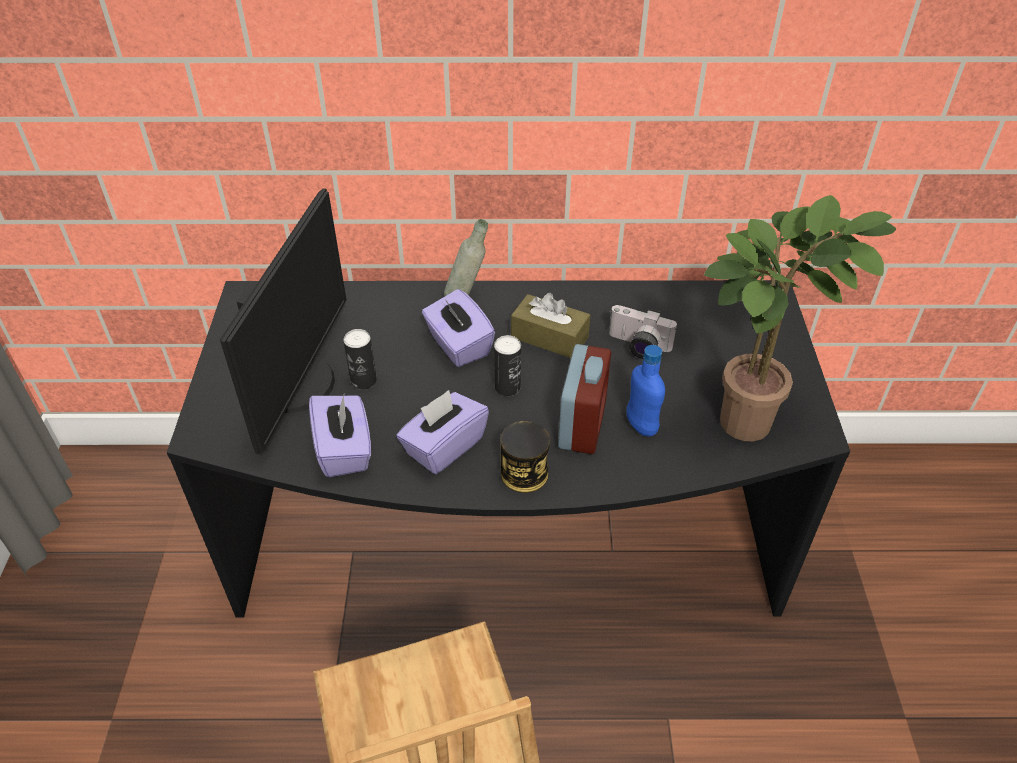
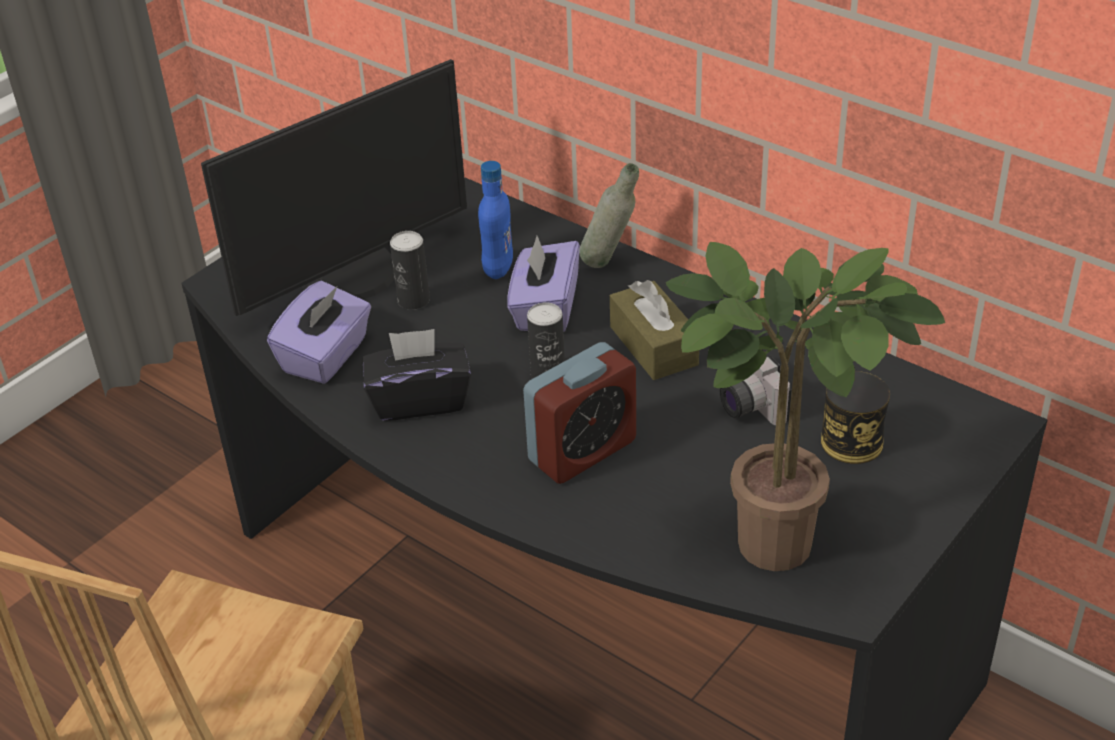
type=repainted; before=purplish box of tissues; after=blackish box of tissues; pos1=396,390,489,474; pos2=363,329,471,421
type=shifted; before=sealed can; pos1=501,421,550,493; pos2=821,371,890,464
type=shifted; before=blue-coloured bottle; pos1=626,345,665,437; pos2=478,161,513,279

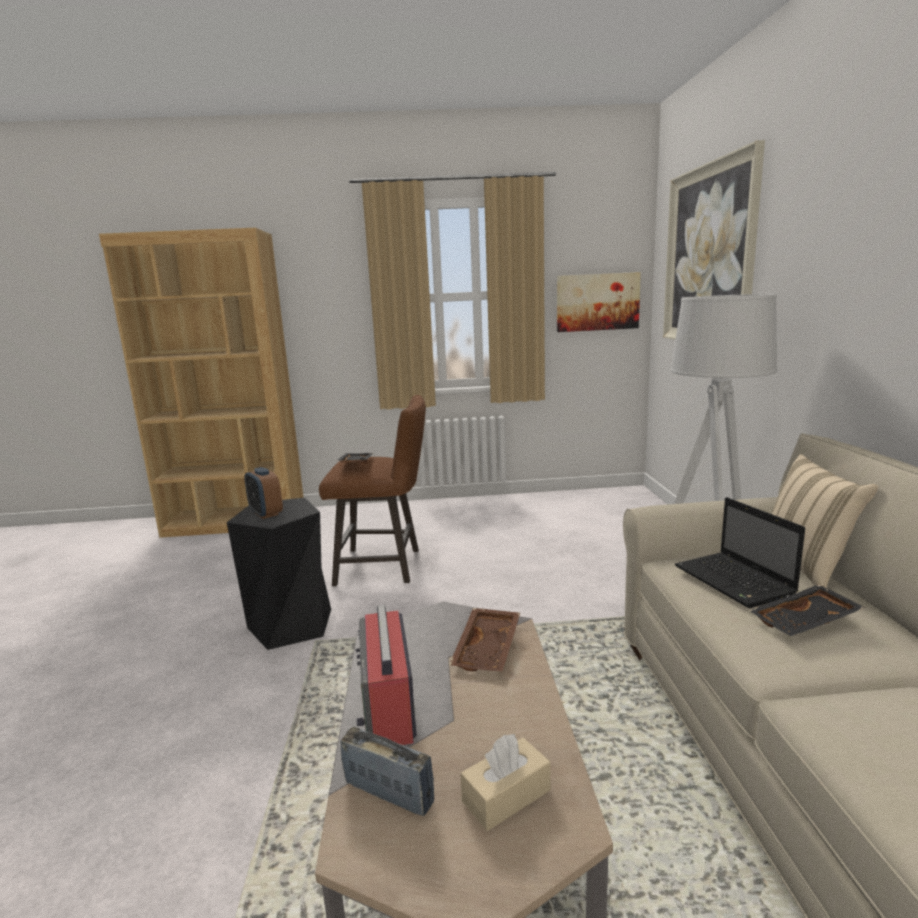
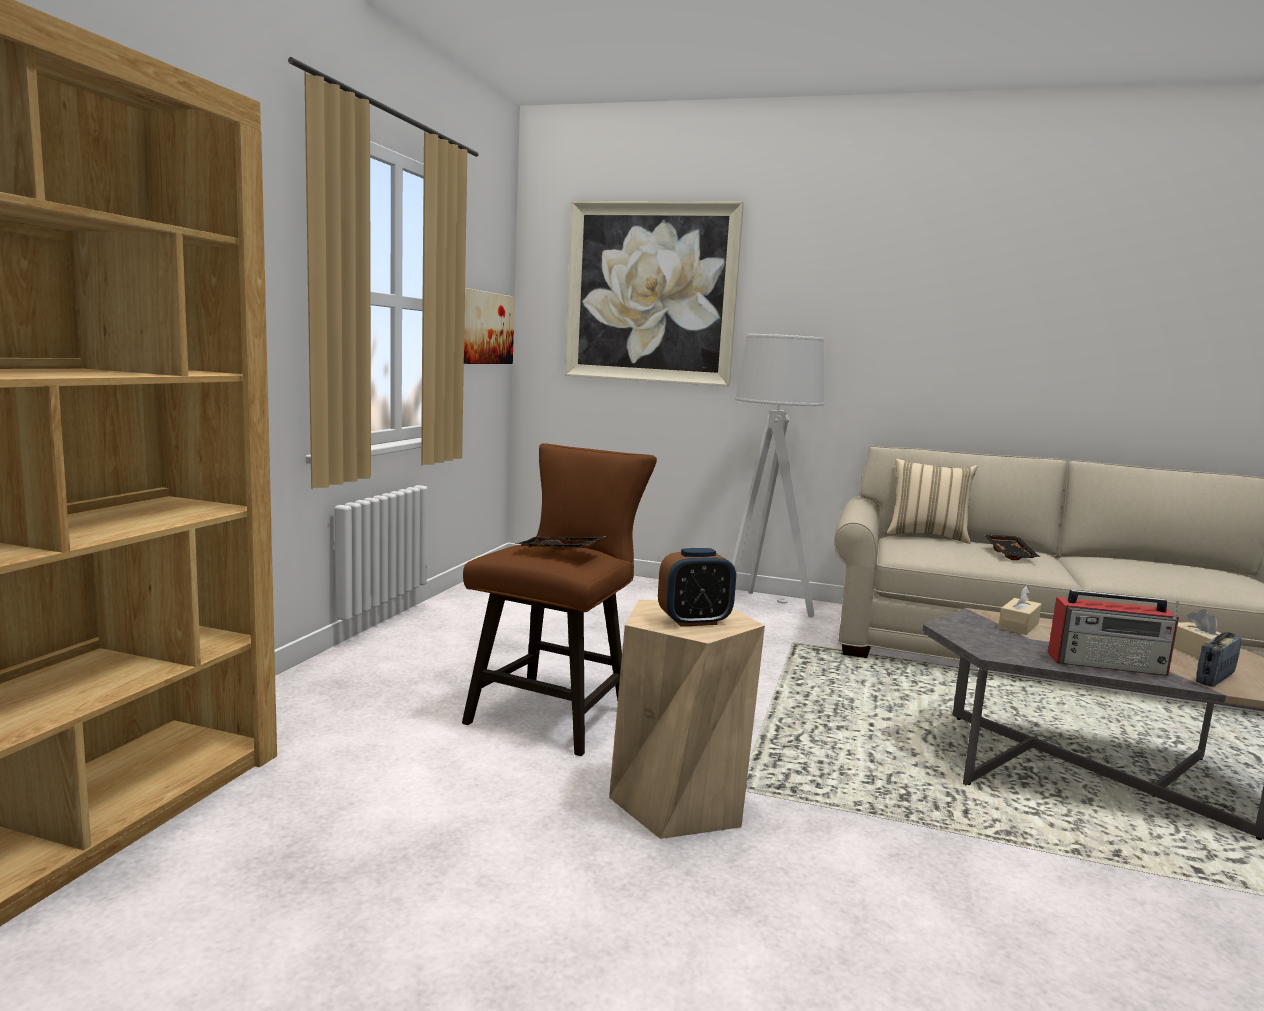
type=repainted; before=blackish stool; after=beige-coloured stool; pos1=227,498,331,650; pos2=609,600,765,839
type=swapped; before=brownish serving tray; after=beige-coloured box of tissues; pos1=449,608,520,672; pos2=998,586,1042,635
type=gone; before=notebook computer; pos1=675,497,805,608

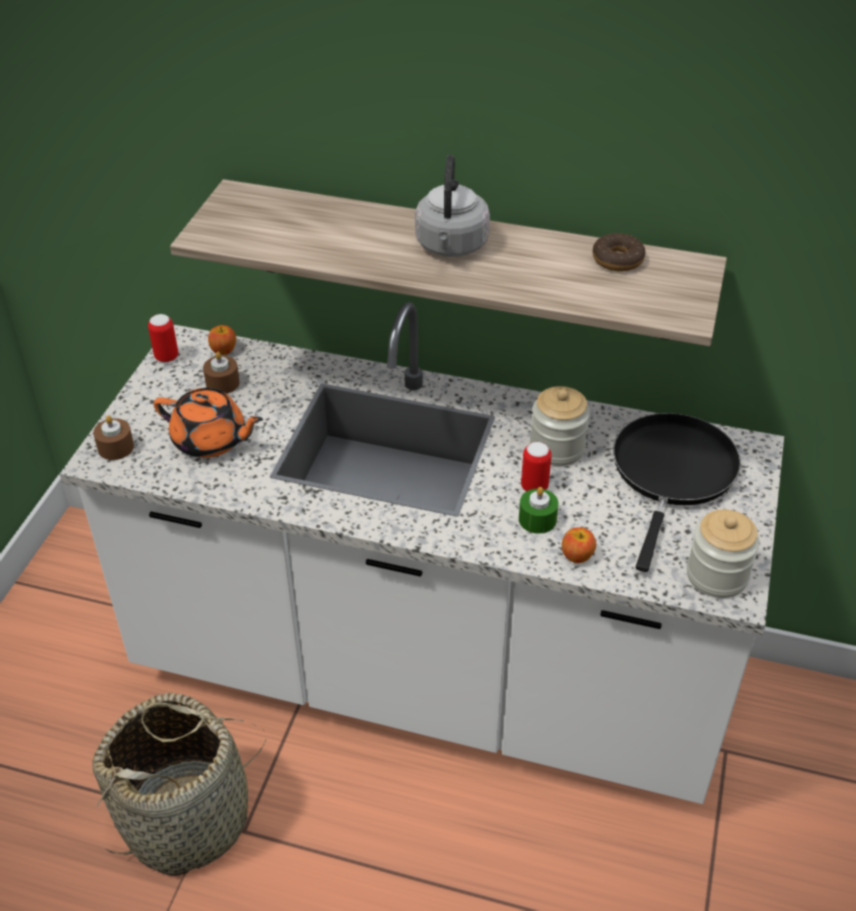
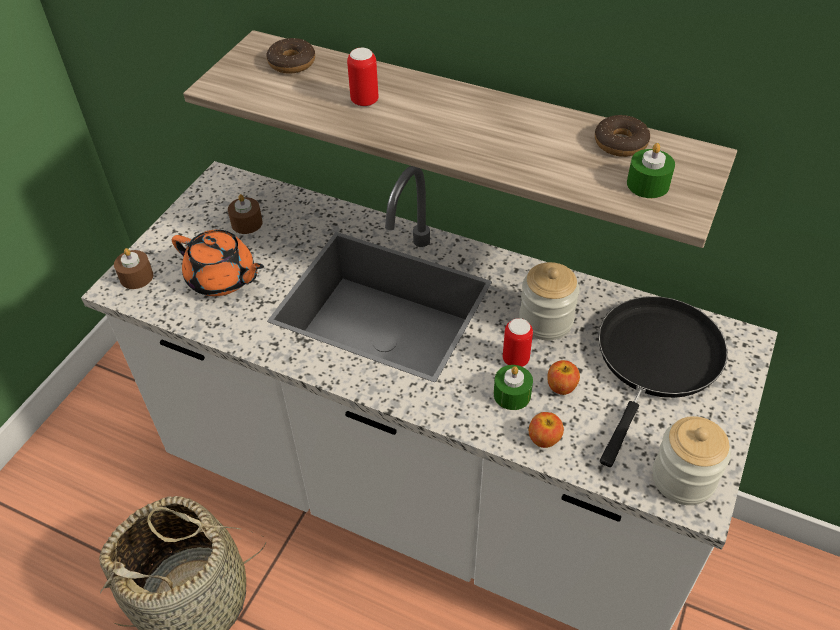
type=shifted; before=sealed can; pos1=148,314,178,362; pos2=347,48,379,107
type=shifted; before=whole apple; pos1=208,325,236,355; pos2=547,360,580,395
type=gone; before=gray tea kettle; pos1=415,155,490,257
type=new; after=doughnut; pos2=266,38,315,74
type=new; after=green-coloured wax candle; pos2=627,143,675,198

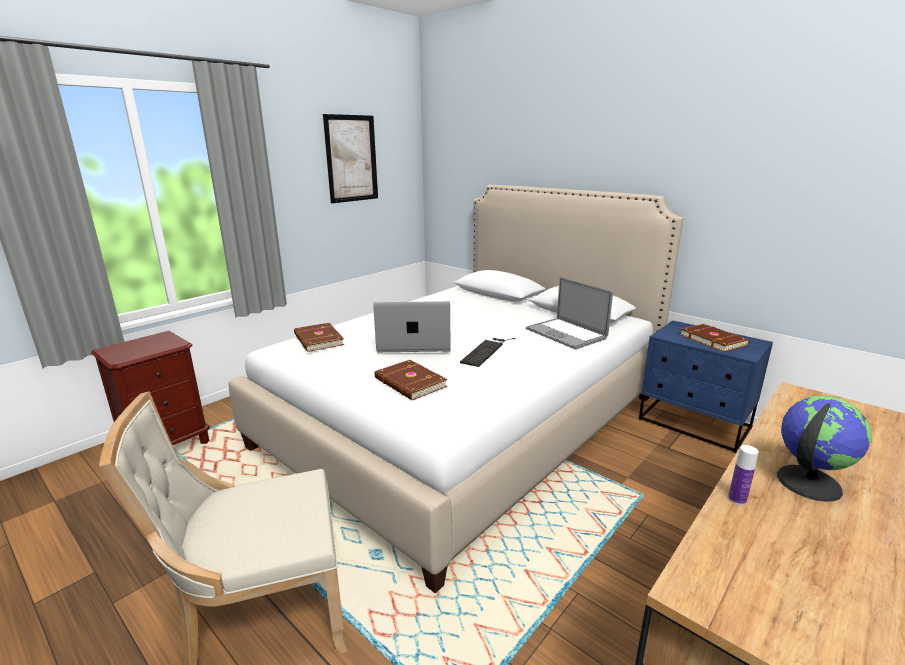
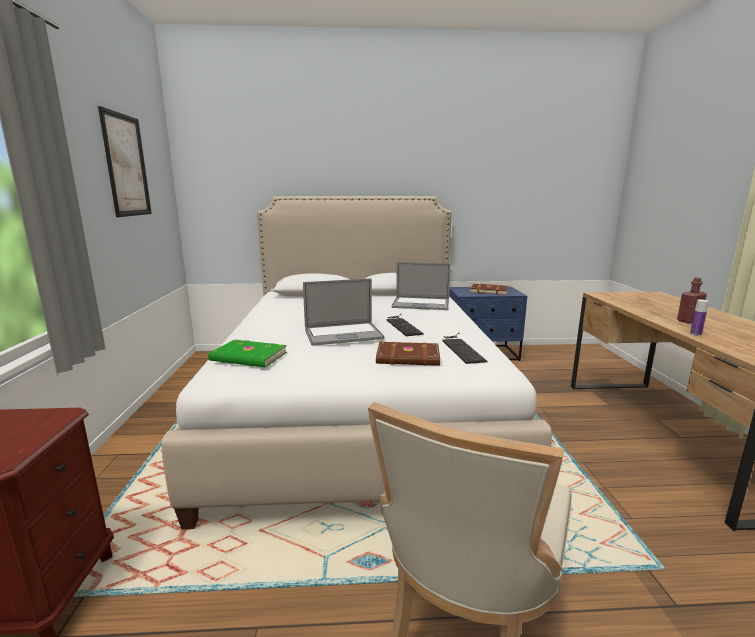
type=repainted; before=brownish volume; after=green-coloured volume; pos1=294,323,344,352; pos2=208,340,287,368
type=rotated; before=notebook computer; pos1=373,301,451,352; pos2=303,278,385,346; turn=-150
type=swapped; before=desk globe; after=red-coloured bottle; pos1=777,396,872,502; pos2=677,278,707,323
type=new; after=PC keyboard; pos2=442,333,488,364

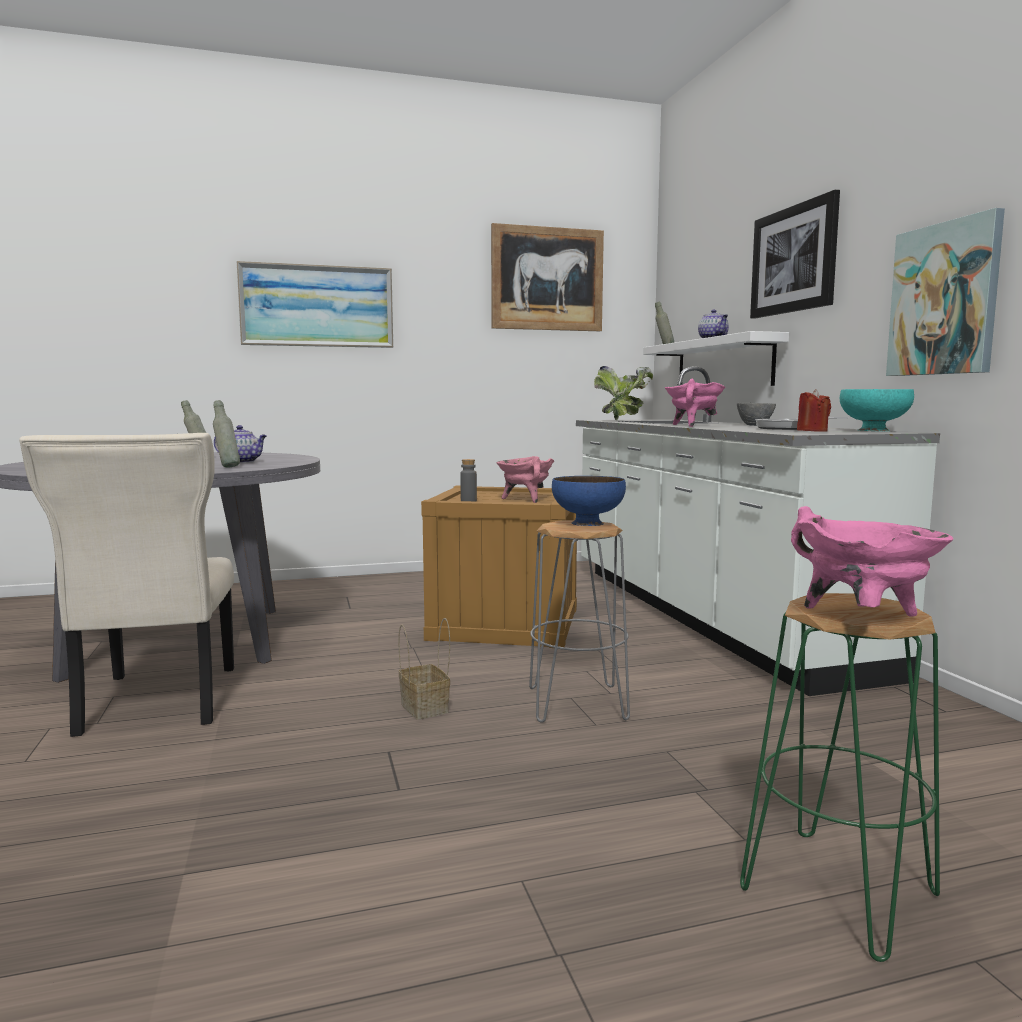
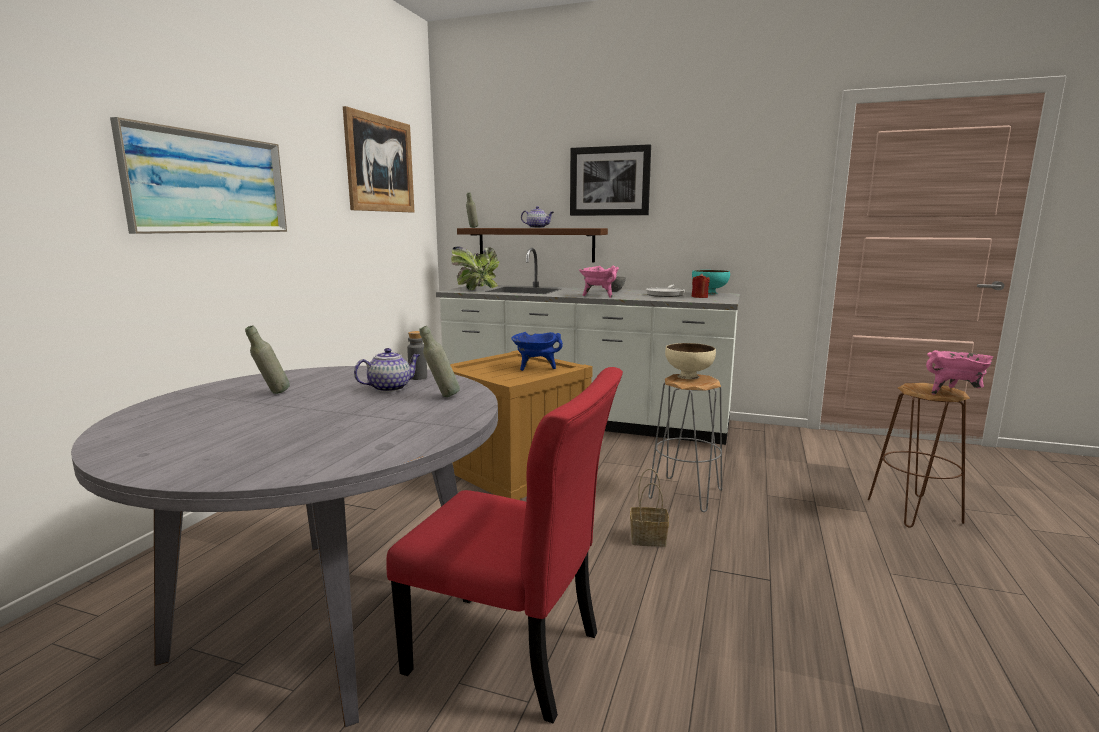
type=repainted; before=beige-coloured upright chair; after=red-coloured upright chair; pos1=19,433,234,737; pos2=386,367,623,724
type=shifted; before=gray bottle; pos1=460,459,477,501; pos2=407,331,427,380
type=repainted; before=pink cooking pot; after=blue-coloured cooking pot; pos1=496,456,554,503; pos2=511,332,563,371
type=repainted; before=blue-coloured serving bowl; after=beige-coloured serving bowl; pos1=552,476,626,526; pos2=665,343,716,379
type=repainted; before=white shelf; after=brownish shelf; pos1=643,331,789,386; pos2=457,228,608,263
type=repainted; before=green-coloured stool; after=brownish stool; pos1=740,593,940,962; pos2=868,383,970,528
type=gone; before=wall art; pos1=886,208,1005,376

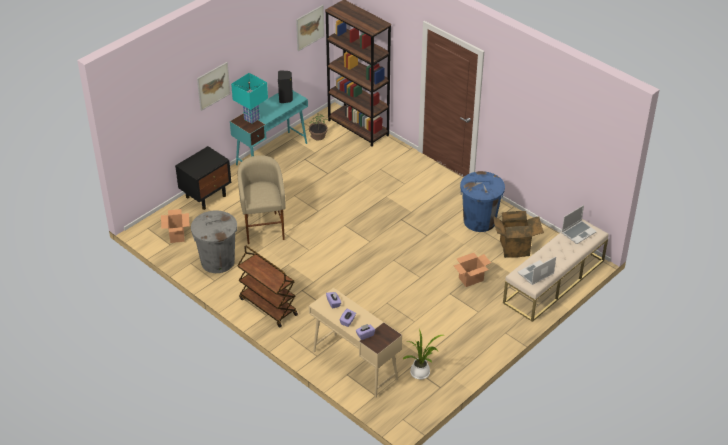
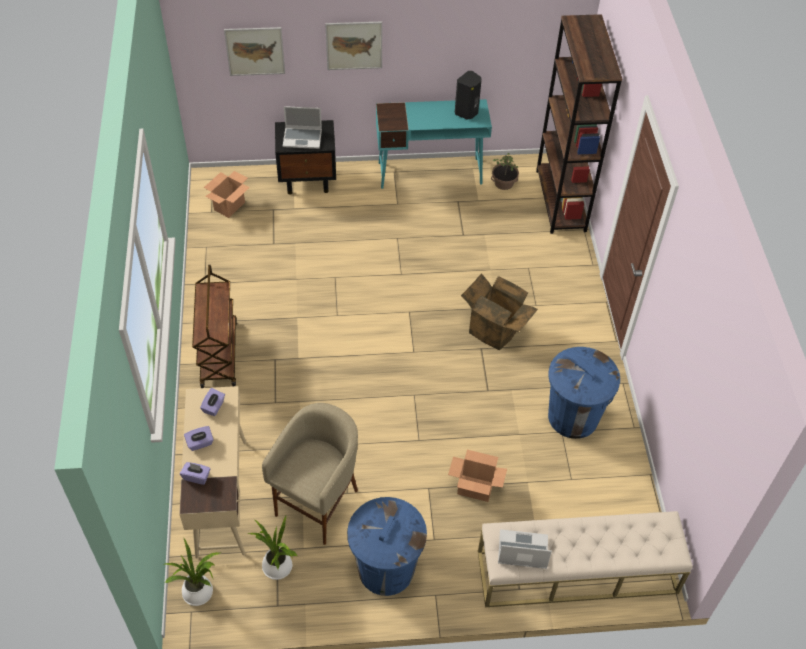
type=gone; before=gray waste bin; pos1=191,210,237,273
type=gone; before=blue-green lamp for a table; pos1=231,73,268,124
type=shifted; before=beige-coloured stool; pos1=238,155,285,244; pos2=262,403,358,545
type=shifted; before=wall art; pos1=296,5,325,51; pos2=224,27,285,76
type=shifted; before=cardboard box; pos1=493,211,544,258; pos2=461,273,538,350
type=shifted; before=notebook computer; pos1=562,205,597,244; pos2=283,106,322,149
type=new; after=plant in a pot; pos2=165,539,221,606
type=new; after=blue-coloured waste bin; pos2=347,497,427,596

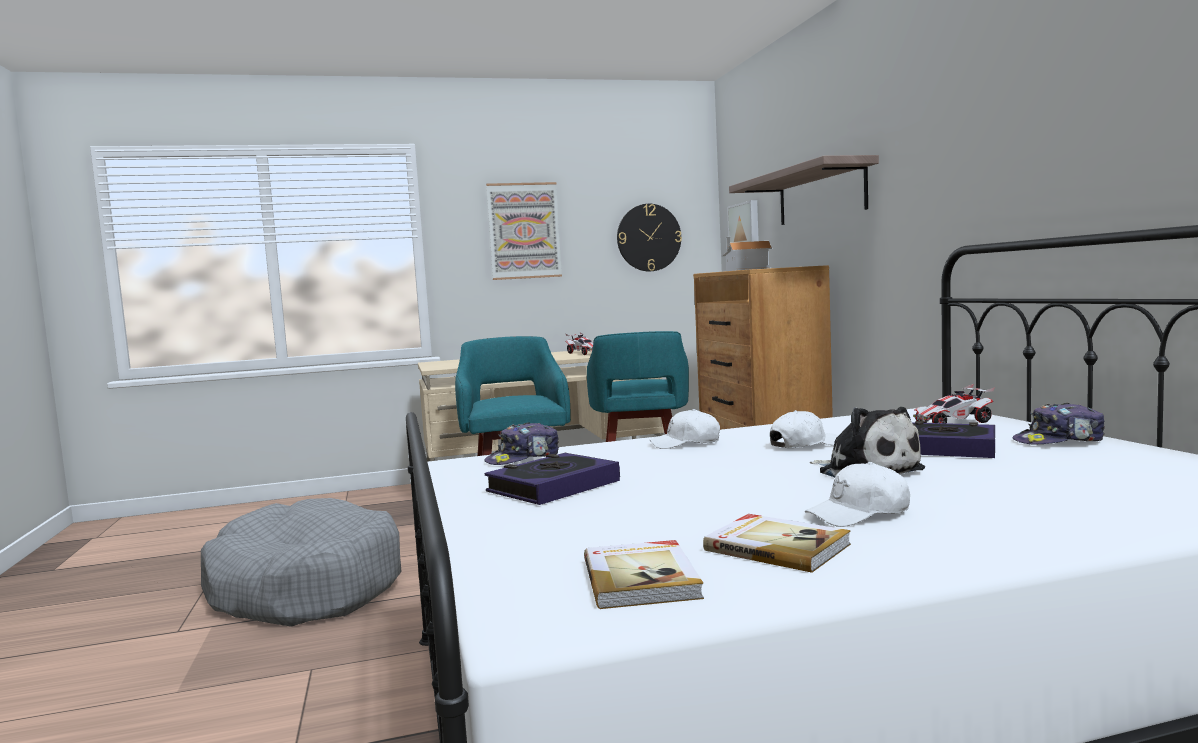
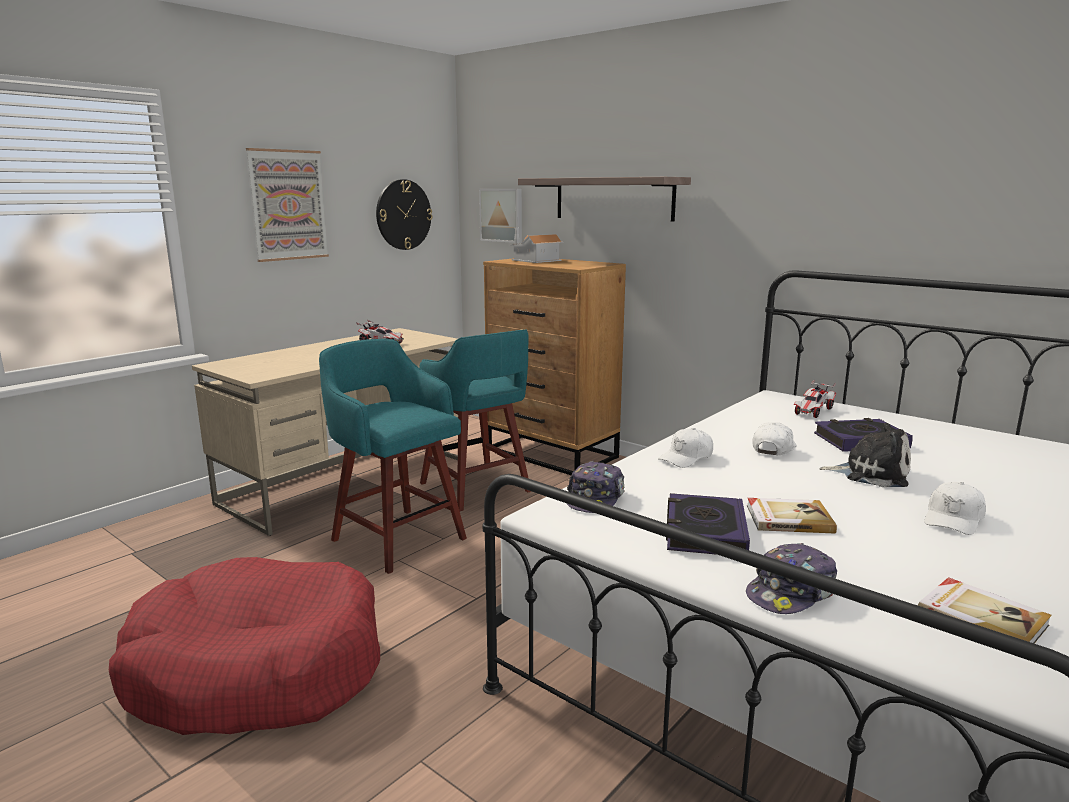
type=repainted; before=gray dog bed; after=red-coloured dog bed; pos1=201,498,402,627; pos2=109,557,380,735
type=shifted; before=volume; pos1=703,514,851,573; pos2=747,498,837,533
type=shifted; before=baseball cap; pos1=1012,403,1105,445; pos2=746,543,837,614

